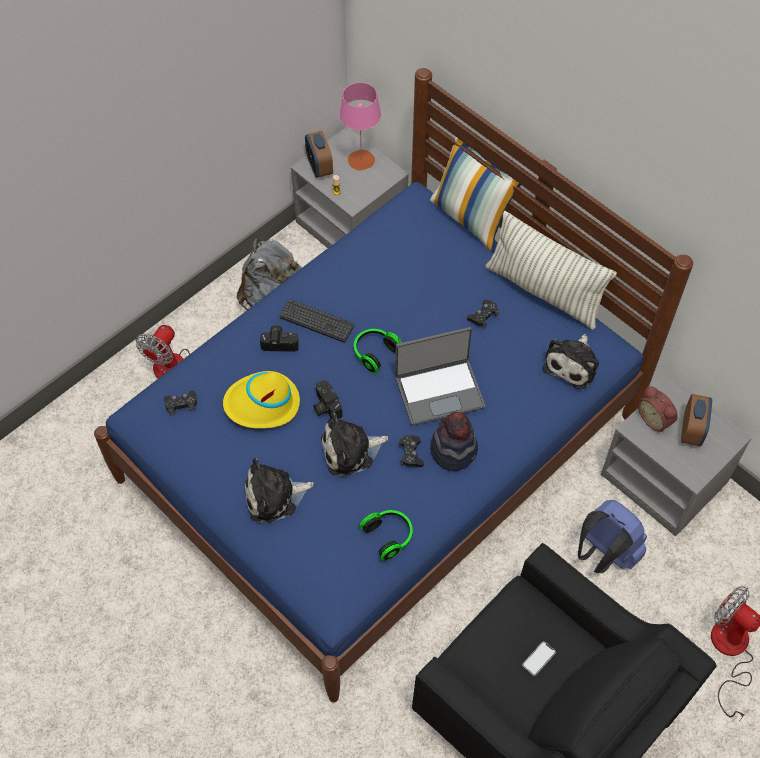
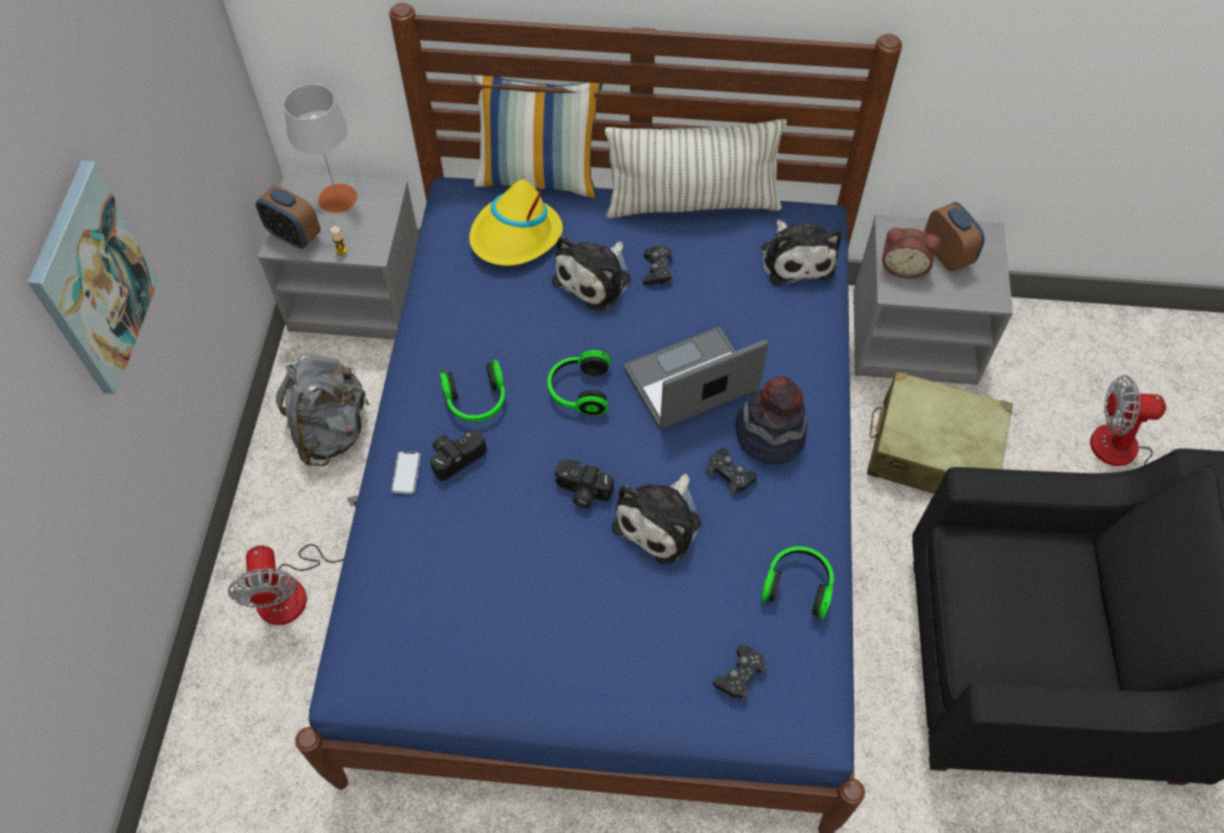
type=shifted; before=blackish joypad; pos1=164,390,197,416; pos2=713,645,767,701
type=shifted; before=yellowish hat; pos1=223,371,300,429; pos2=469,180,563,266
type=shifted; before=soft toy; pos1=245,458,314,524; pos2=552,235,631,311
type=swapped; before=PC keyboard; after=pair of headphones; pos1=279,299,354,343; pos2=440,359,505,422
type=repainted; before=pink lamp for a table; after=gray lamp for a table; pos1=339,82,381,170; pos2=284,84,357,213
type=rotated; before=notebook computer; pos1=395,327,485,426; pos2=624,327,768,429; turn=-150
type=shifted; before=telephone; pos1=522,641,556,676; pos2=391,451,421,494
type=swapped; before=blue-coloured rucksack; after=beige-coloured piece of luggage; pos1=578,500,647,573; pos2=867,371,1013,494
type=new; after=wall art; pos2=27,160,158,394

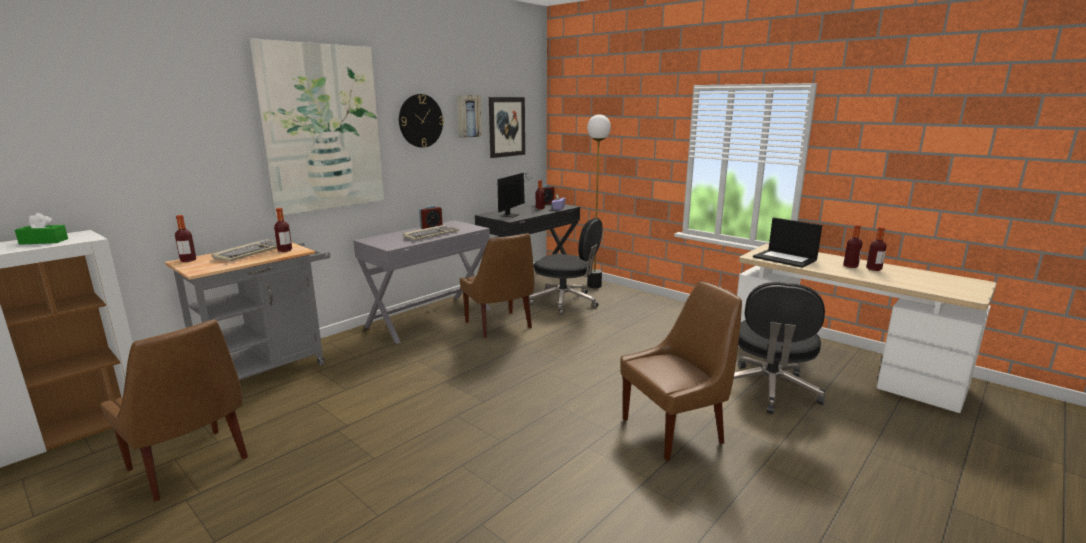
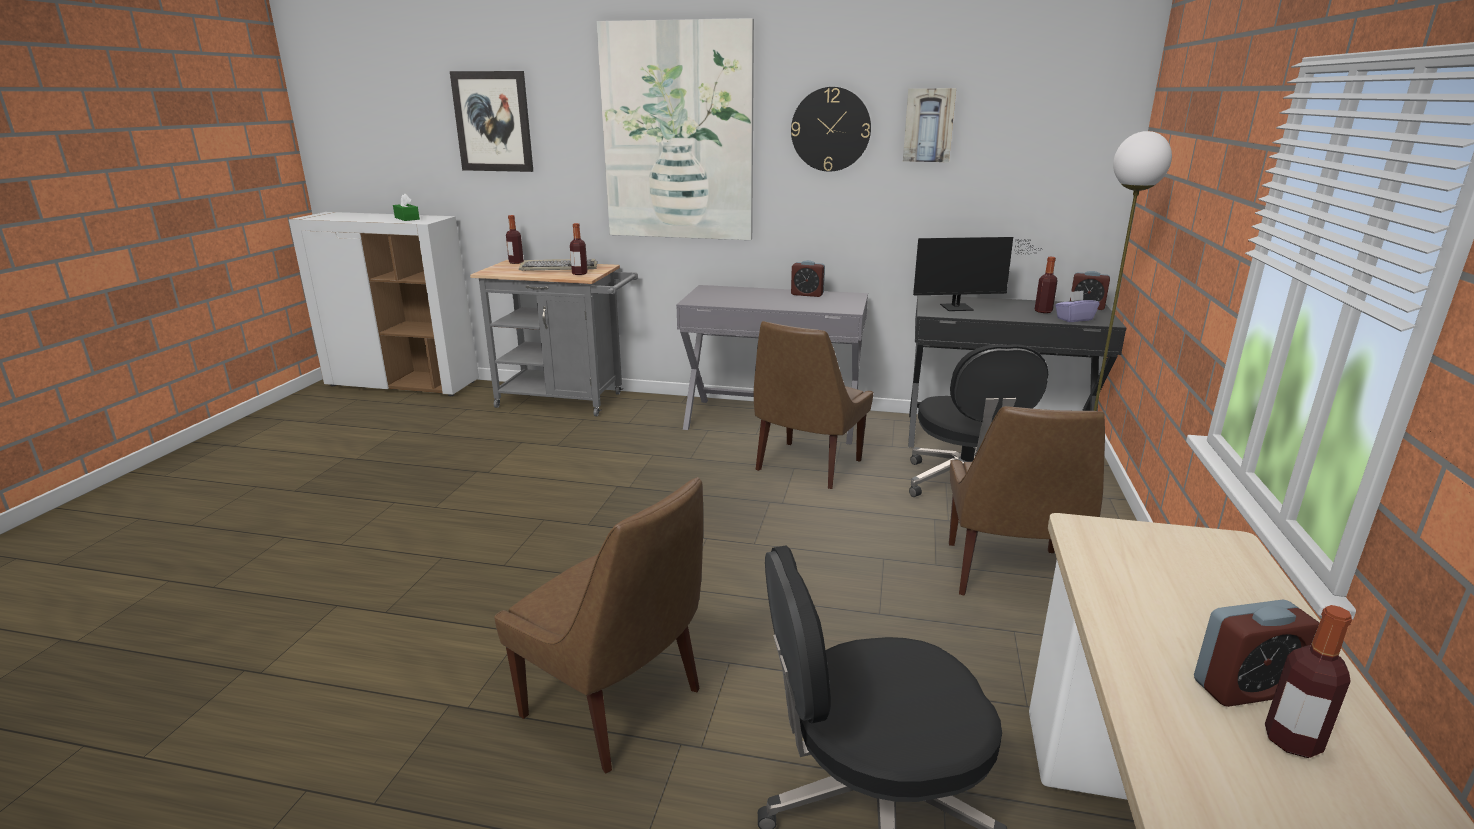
type=shifted; before=brownish upright chair; pos1=100,319,248,502; pos2=949,406,1105,596
type=gone; before=PC keyboard; pos1=403,225,459,240
type=shifted; before=wall art; pos1=489,97,525,158; pos2=450,71,533,172
type=gone; before=notebook computer; pos1=753,217,822,268
type=swapped; before=bottle; after=table clock; pos1=843,225,863,268; pos2=1194,599,1319,707

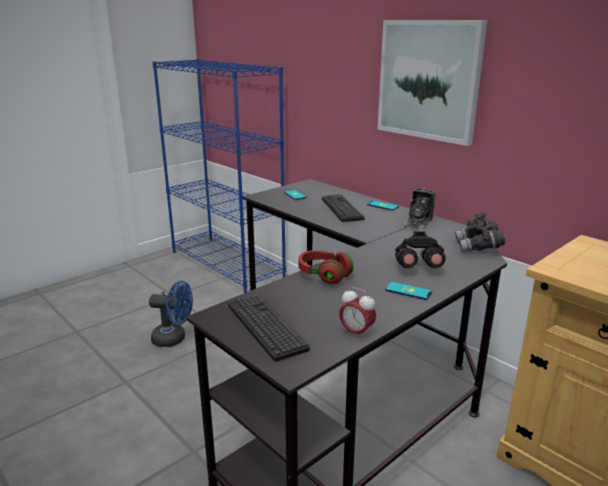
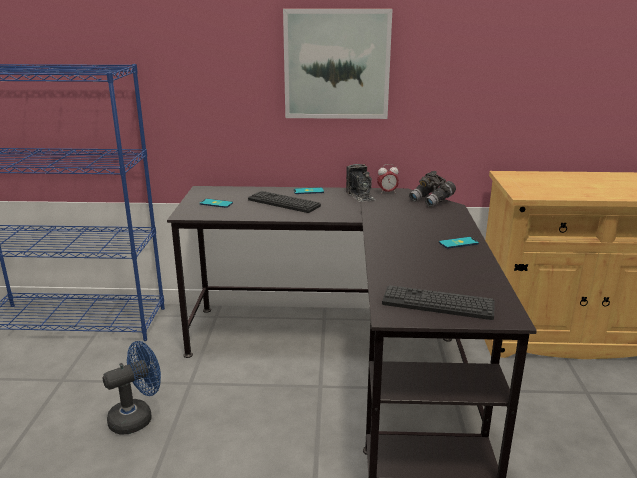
type=gone; before=red-coloured pair of headphones; pos1=298,250,353,285
type=shifted; before=table clock; pos1=339,287,376,339; pos2=377,164,399,194
type=gone; before=blackish pair of binoculars; pos1=395,231,446,268

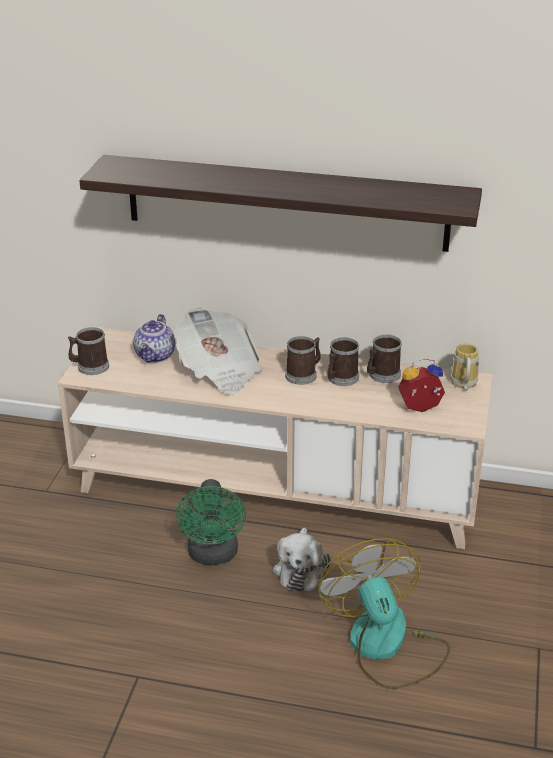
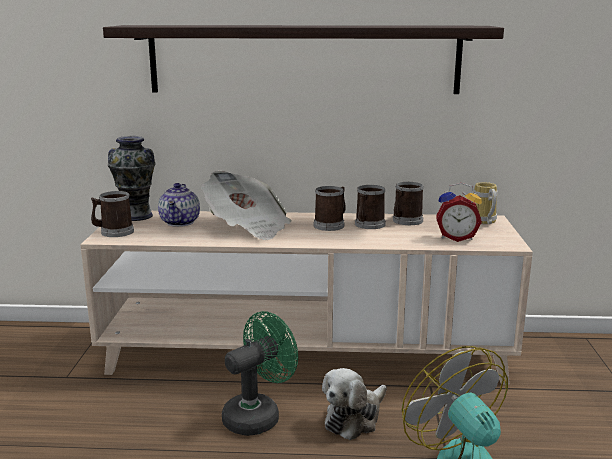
type=rotated; before=green-coloured electric fan; pos1=176,479,246,565; pos2=222,311,298,436; turn=-120
type=rotated; before=soft toy; pos1=273,528,330,591; pos2=322,368,387,440; turn=45
type=rotated; before=table clock; pos1=398,358,445,412; pos2=436,183,482,242; turn=-150
type=new; after=vase; pos2=108,136,156,221

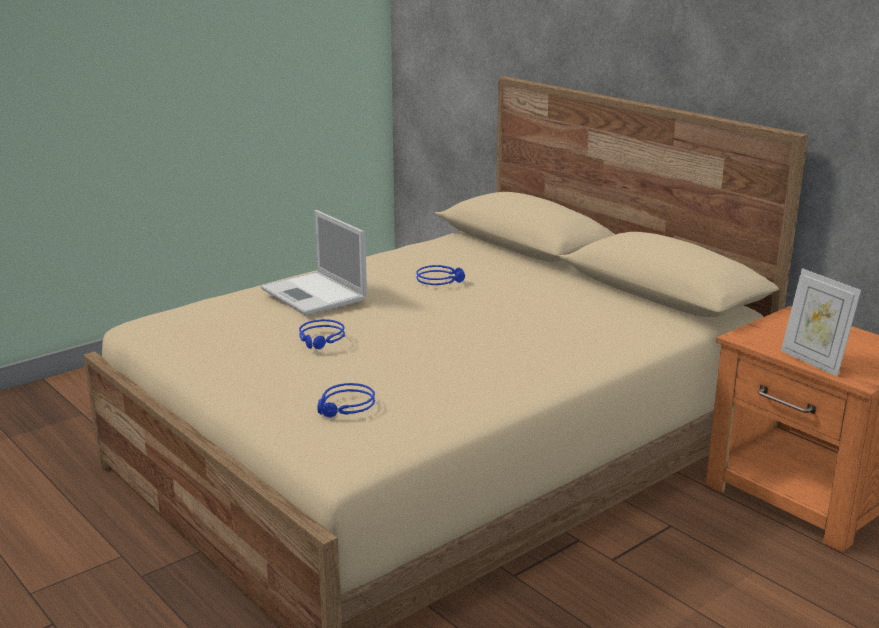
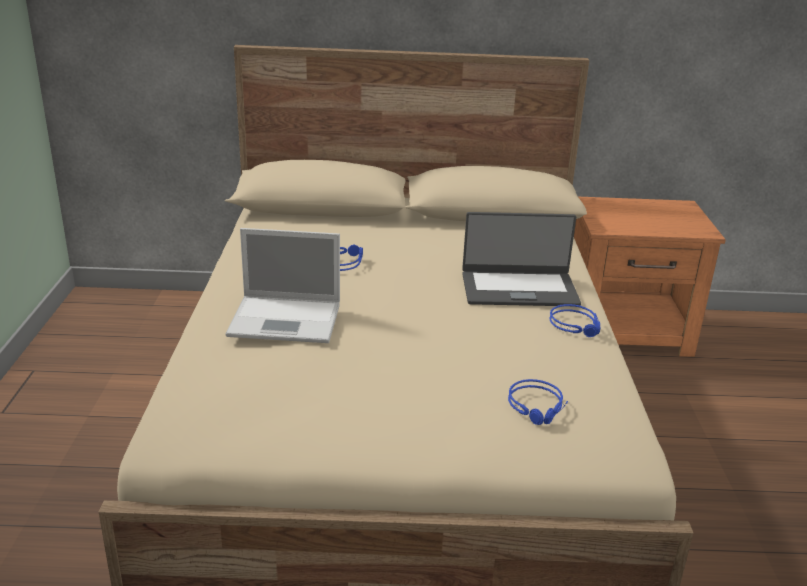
type=shifted; before=blue-coloured pair of headphones; pos1=299,319,345,349; pos2=549,304,601,337
type=gone; before=photo frame; pos1=781,268,861,377
type=new; after=notebook computer; pos2=462,212,581,306

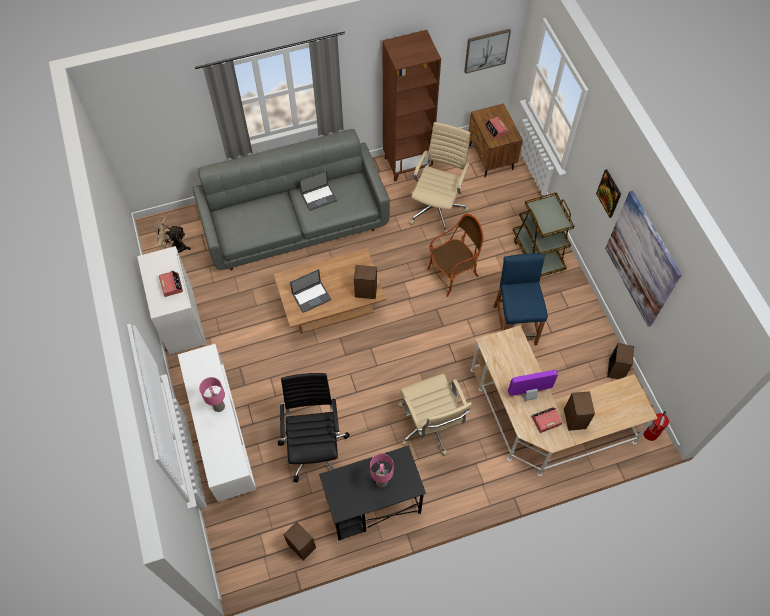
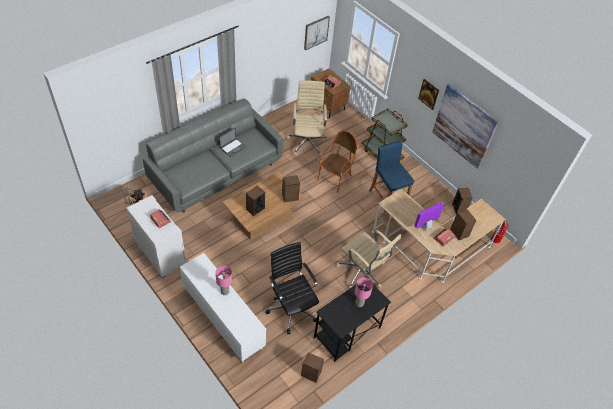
type=swapped; before=notebook computer; after=loudspeaker; pos1=290,269,331,313; pos2=246,185,265,216
type=gone; before=brownish shelving unit; pos1=383,30,441,182

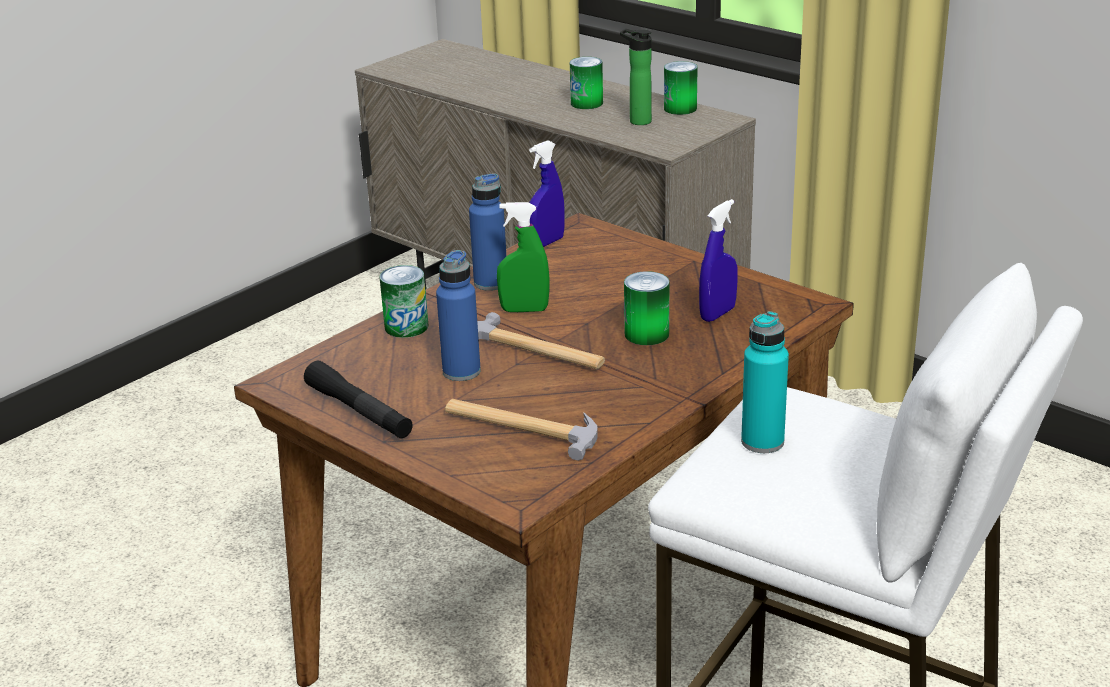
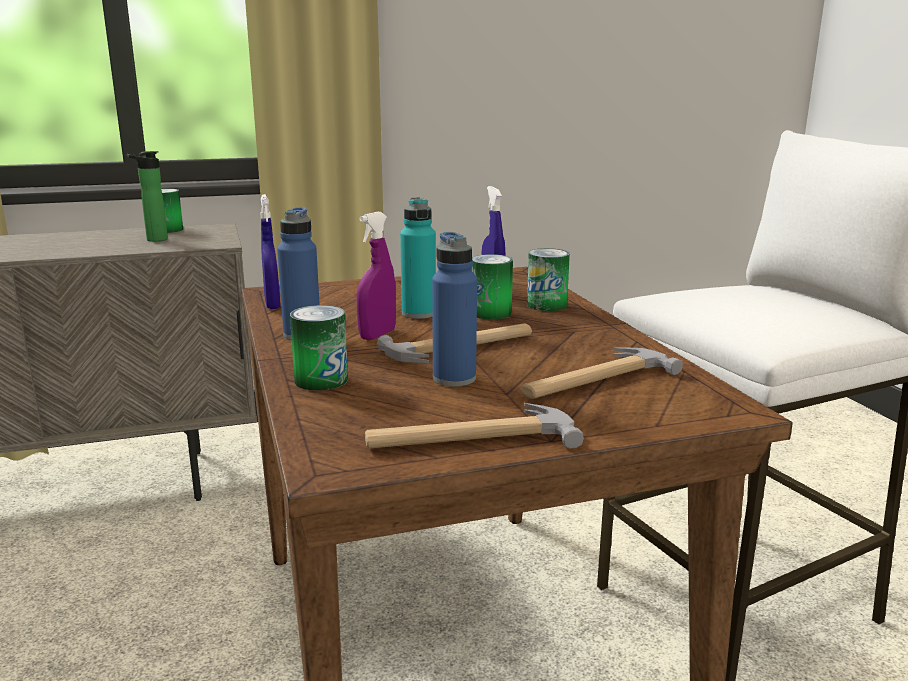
type=swapped; before=blackish hand torch; after=tool hammer; pos1=304,361,413,438; pos2=365,403,584,449
type=repainted; before=green-coloured sprayer; after=purplish sprayer; pos1=497,202,549,312; pos2=357,212,396,340
type=shifted; before=sealed can; pos1=570,57,603,109; pos2=527,248,570,311
type=shifted; before=blue-green bottle; pos1=741,311,789,453; pos2=400,197,436,319

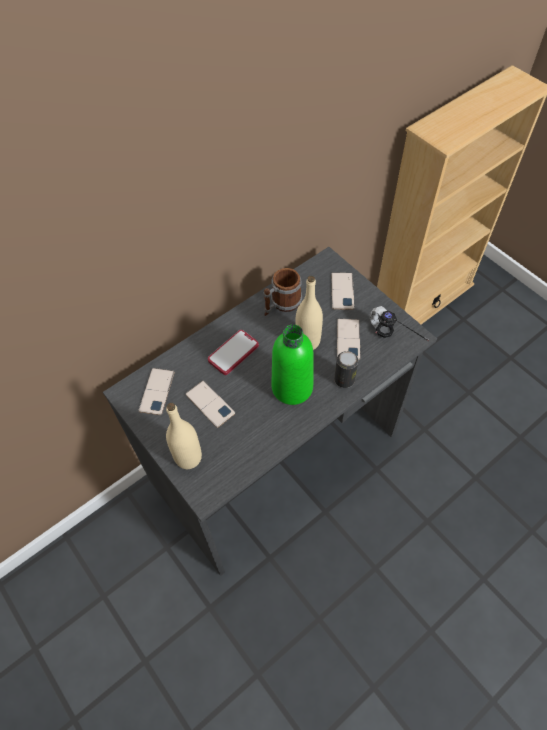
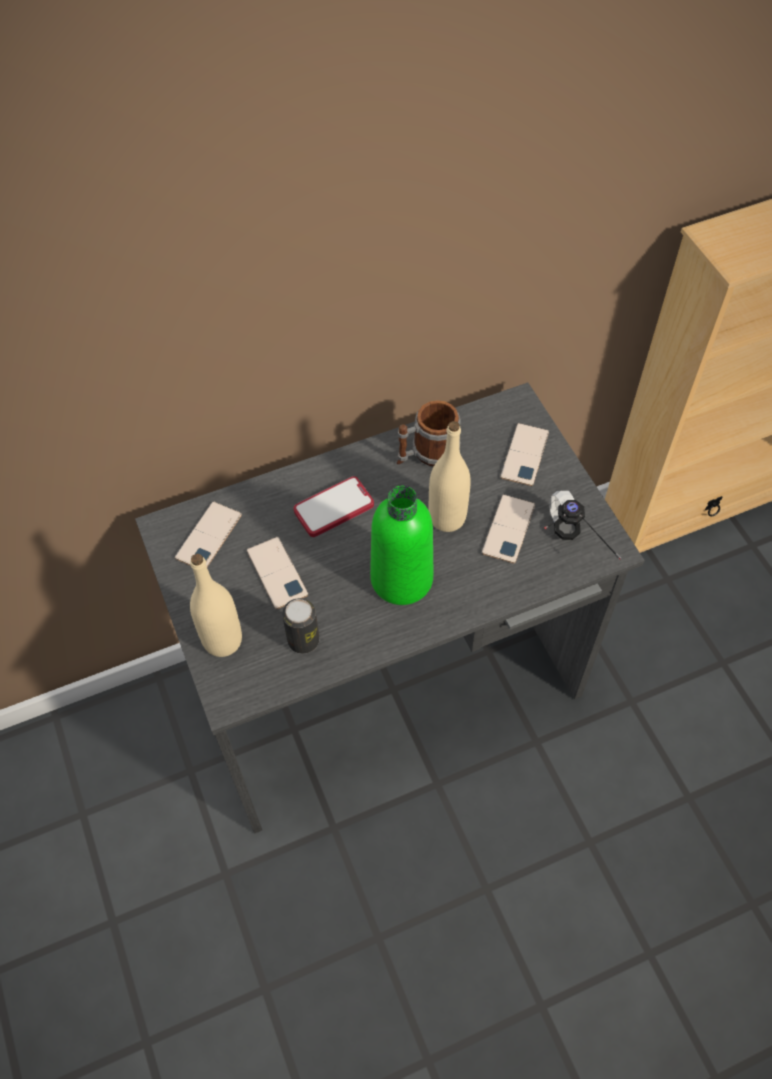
type=shifted; before=sealed can; pos1=334,351,358,388; pos2=282,598,319,654

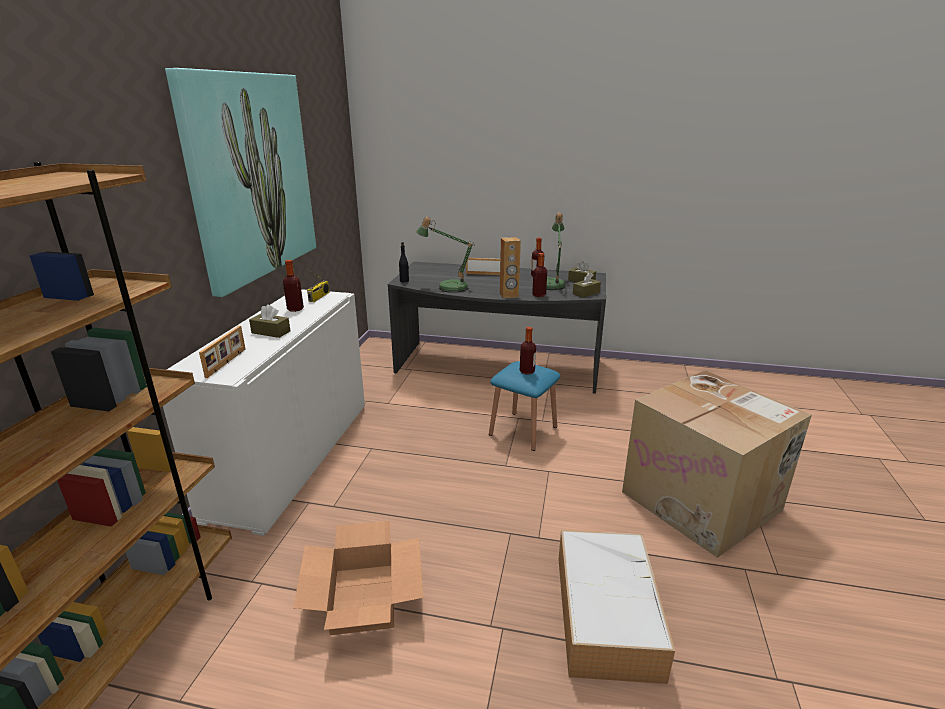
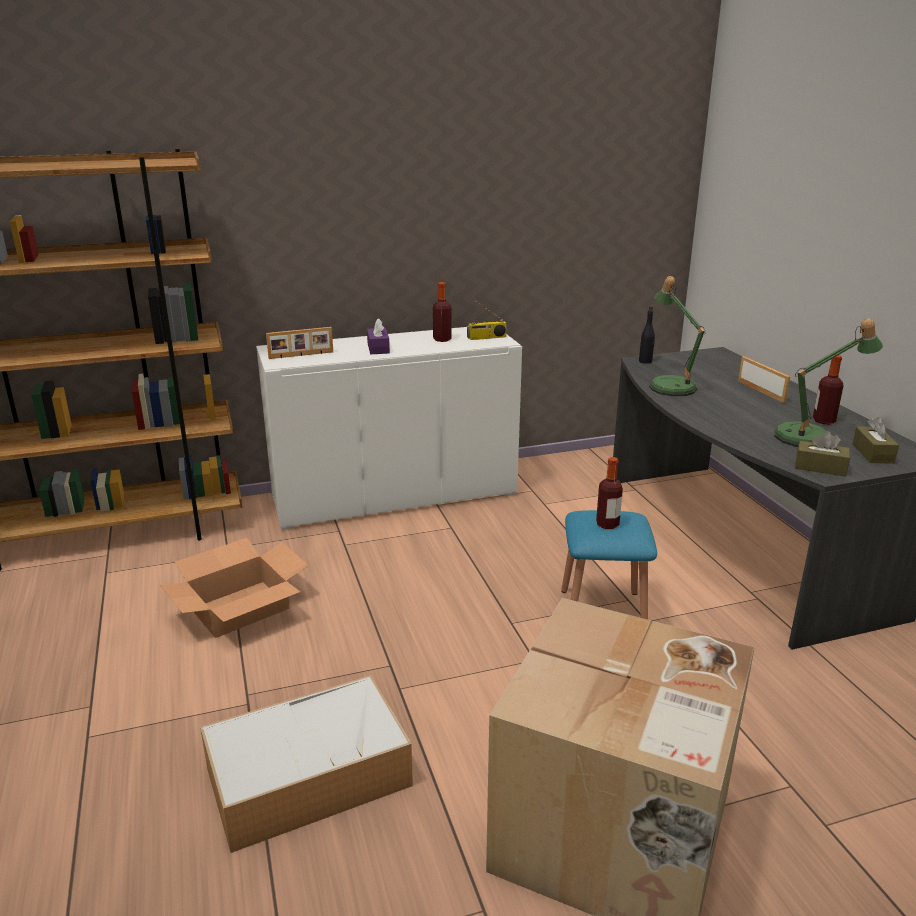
type=gone; before=wall art; pos1=165,68,316,297
type=repainted; before=brownish box of tissues; after=purplish box of tissues; pos1=249,304,290,338; pos2=367,318,390,354
type=gone; before=brownish loudspeaker; pos1=500,237,521,298
type=gone; before=bottle; pos1=532,253,547,297

